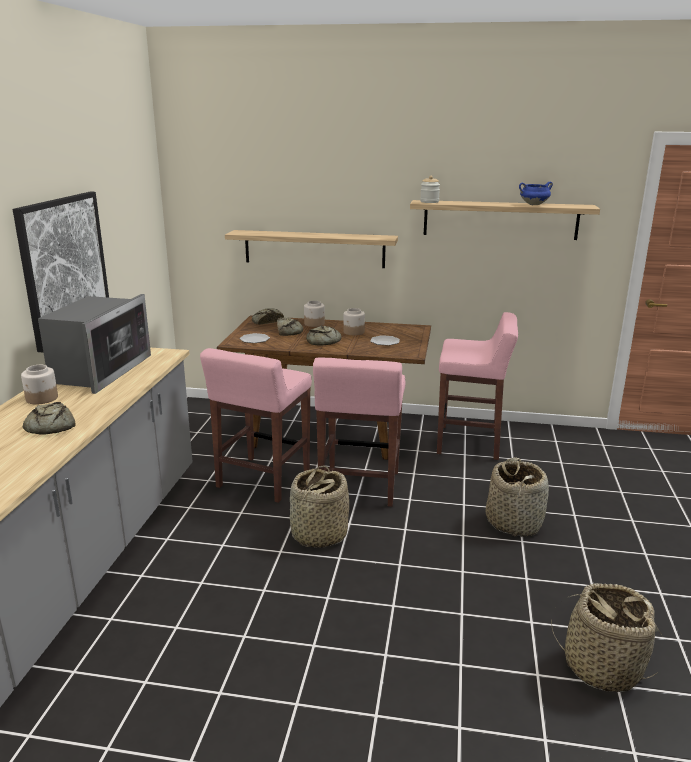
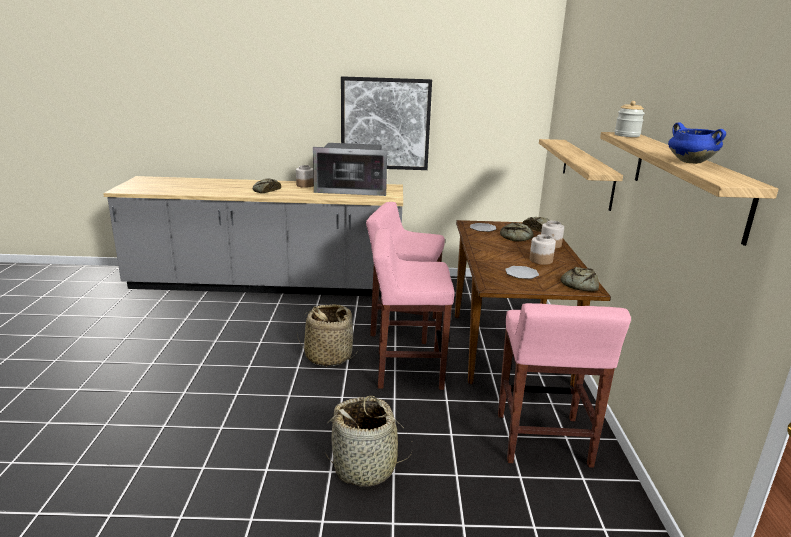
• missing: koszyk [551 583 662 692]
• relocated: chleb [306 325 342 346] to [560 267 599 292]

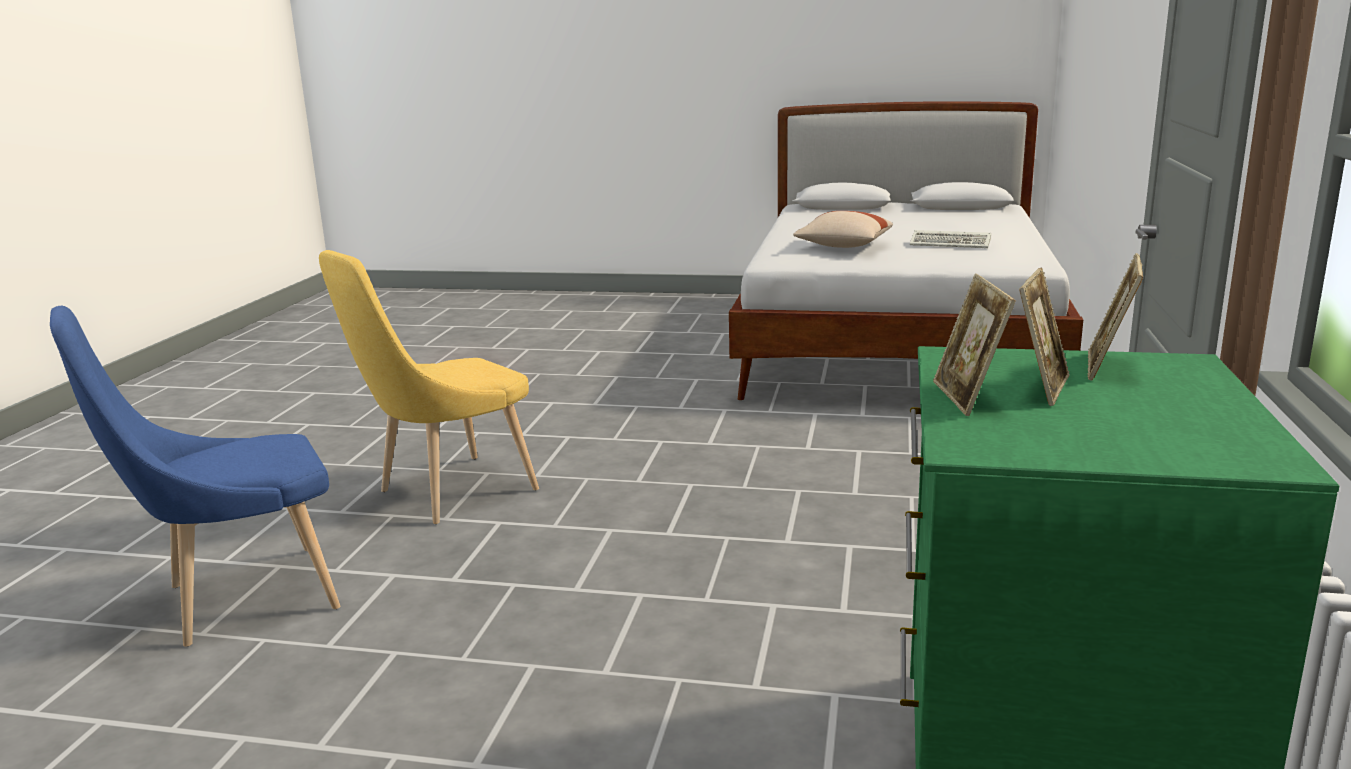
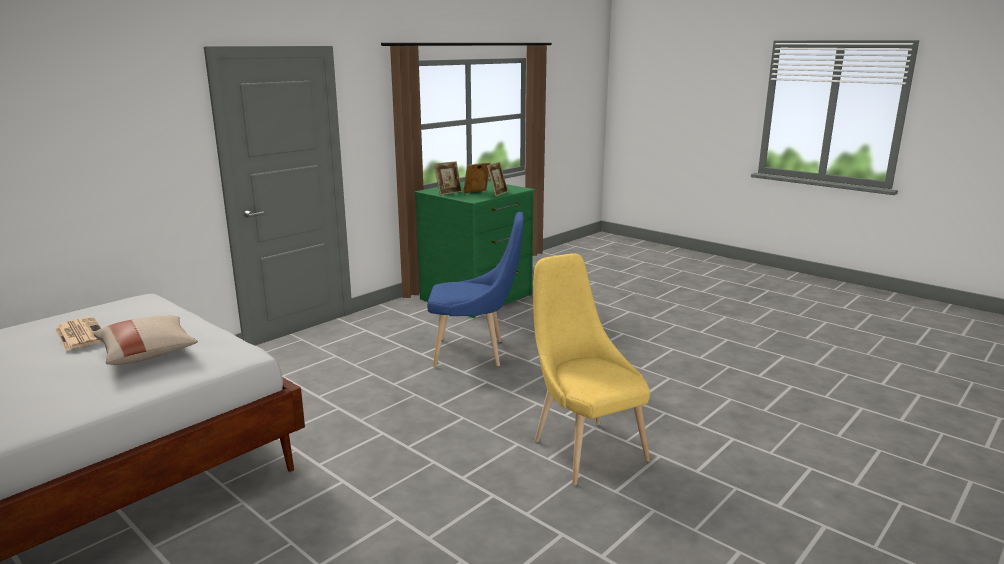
• relocated: krzesło (niebieski) [50 306 340 647] to [427 212 524 367]
• exchanged: klawiatura [910 230 991 248] to gazeta [55 317 102 350]
• spun: krzesło (żółty) [319 250 539 524] = [533 253 650 485] 105 degrees counterclockwise

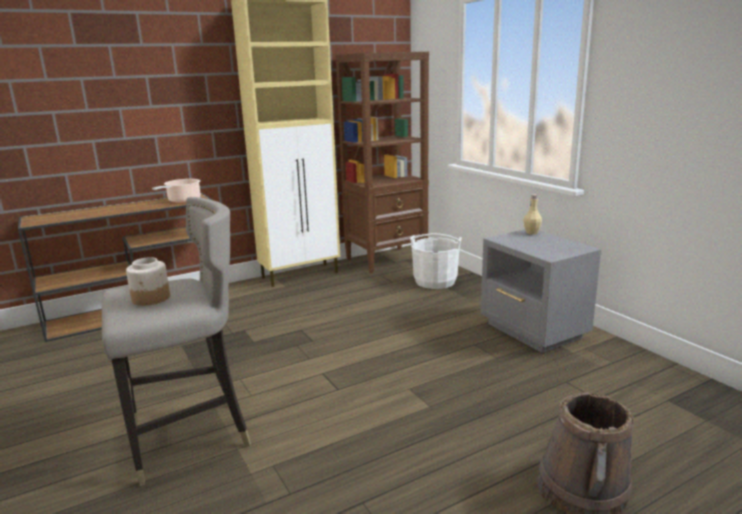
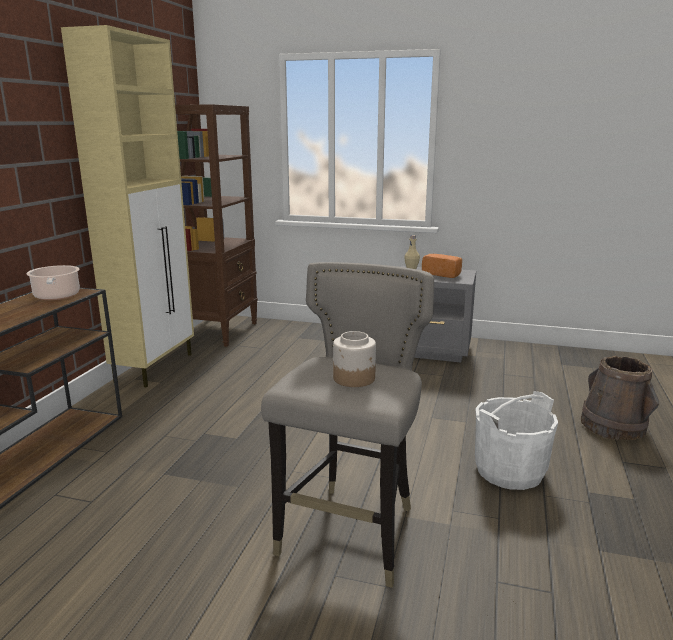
• appeared: chleb [422 254 462 278]
• relocated: wiadro (biały) [410 233 462 289] to [475 391 558 490]

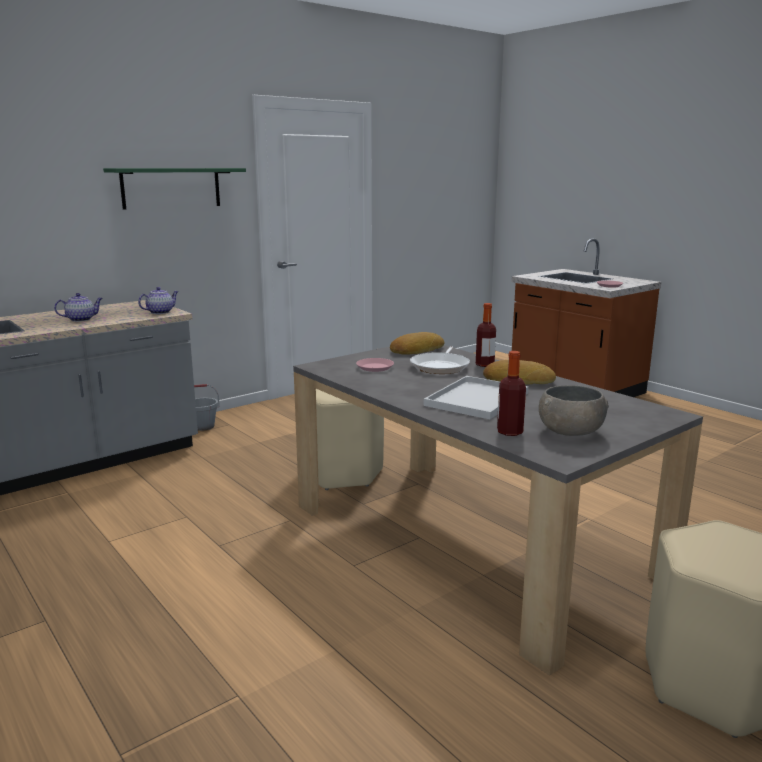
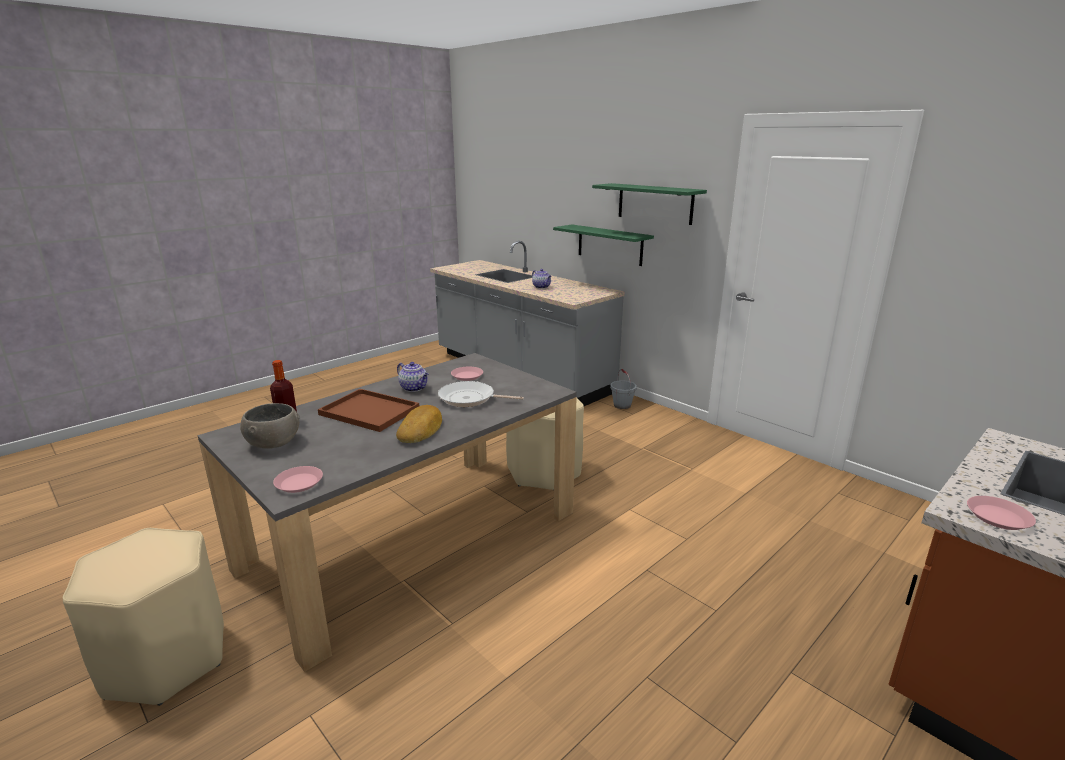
• missing: chleb [390 332 444 355]
• missing: butelka [476 303 496 367]
• appeared: talerz (różowy) [273 466 323 493]
• appeared: półka (zielony) [553 225 654 266]
• relocated: imbryk [138 287 179 314] to [397 362 429 392]
• colour: taca (biały) [424 376 529 419] to taca (brązowy) [318 389 419 432]

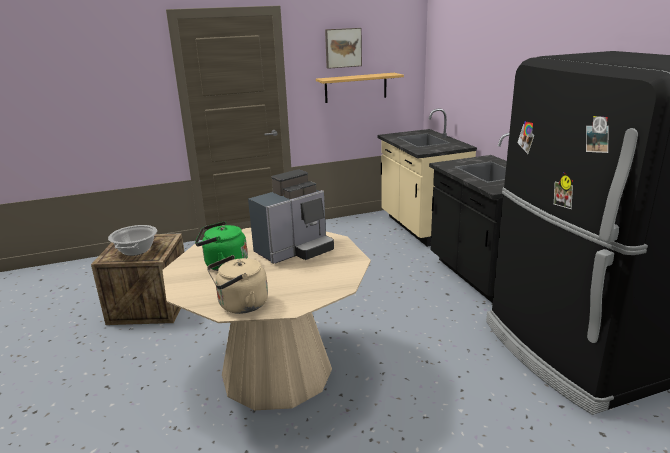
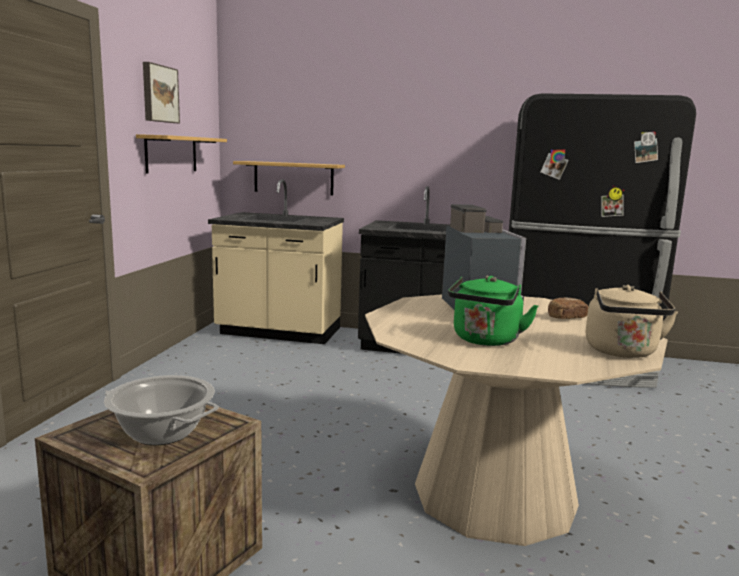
• appeared: półka [233 161 345 196]
• appeared: chleb [548 297 588 319]

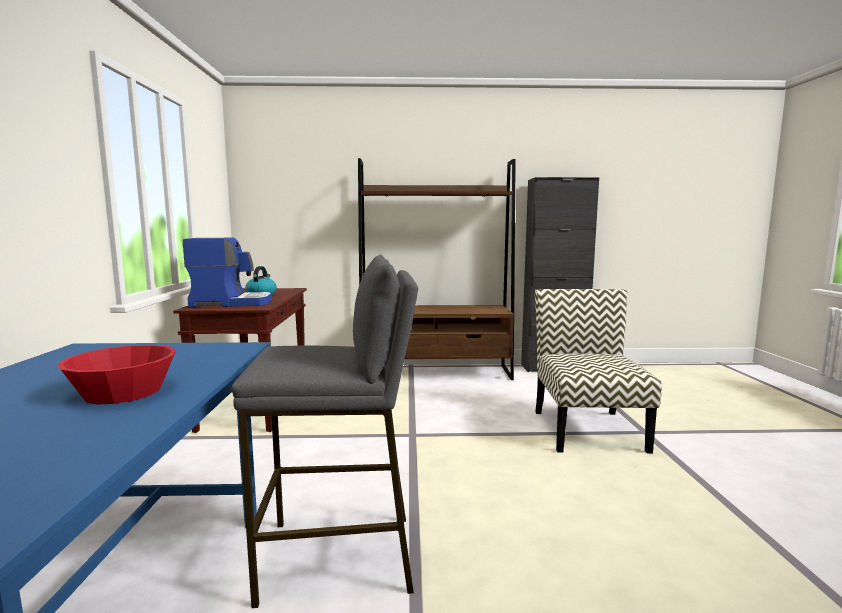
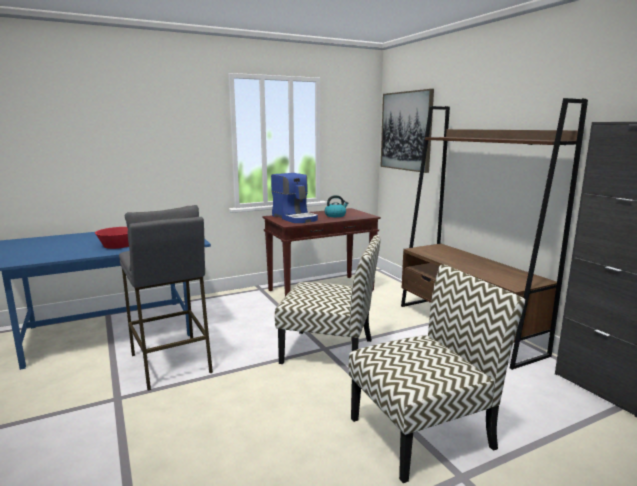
• appeared: krzesło [275 235 381 364]
• appeared: obraz [380 89 434 173]

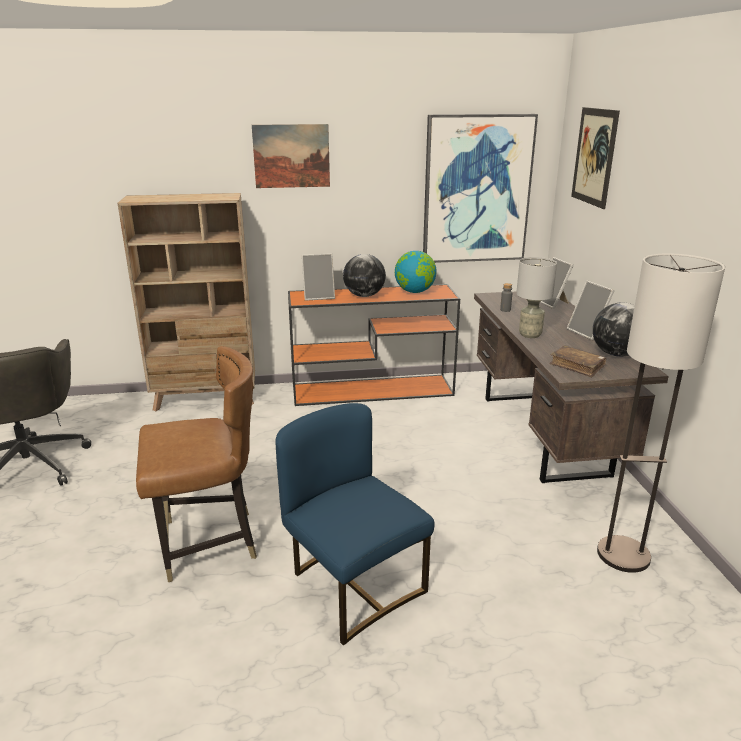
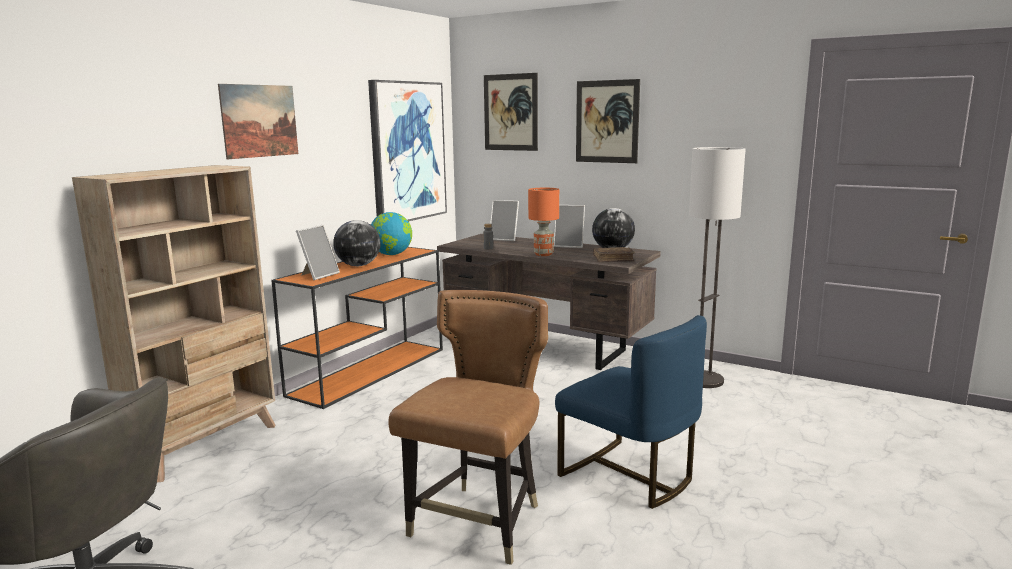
• appeared: obraz [576 79 640 163]
• colour: lampa stołowa (szary) [516 257 557 338] to lampa stołowa (pomarańczowy) [528 188 559 256]
• spun: krzesło (niebieski) [275 403 434 645] = [555 315 707 509] 135 degrees counterclockwise

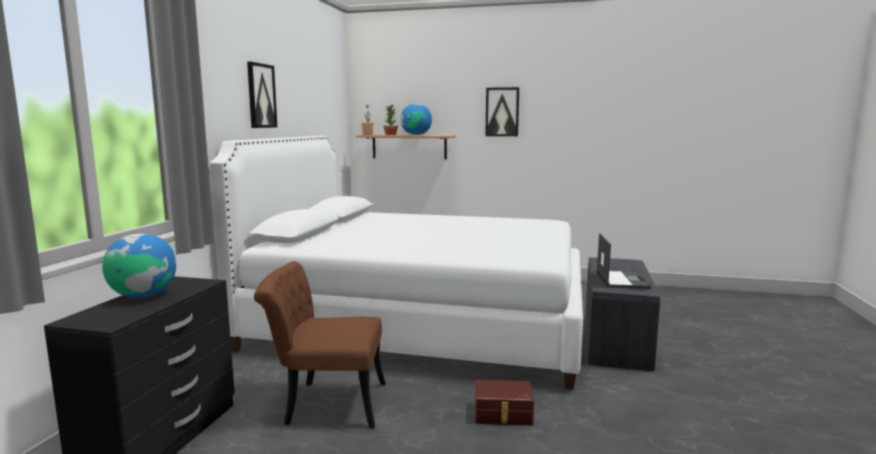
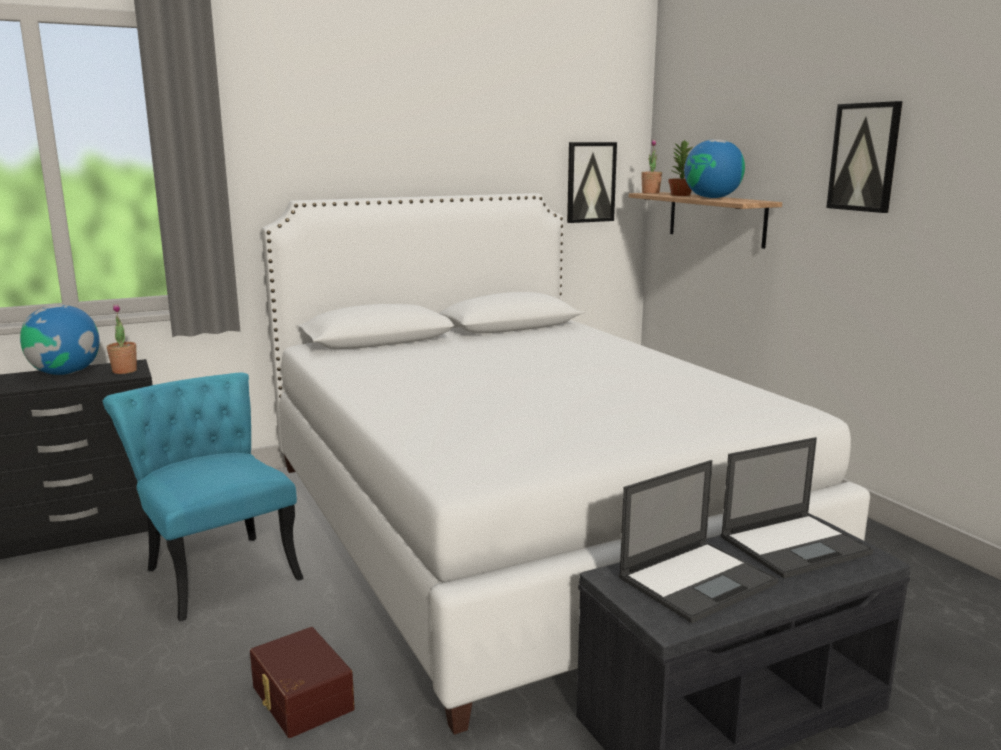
• appeared: roślina doniczkowa [107 304 137 374]
• appeared: laptop [721 437 874 578]
• relocated: obraz [247 62 277 128] to [567 142 617 223]
• colour: krzesło (brązowy) [254 261 386 429] to krzesło (turkusowy) [103 373 304 621]

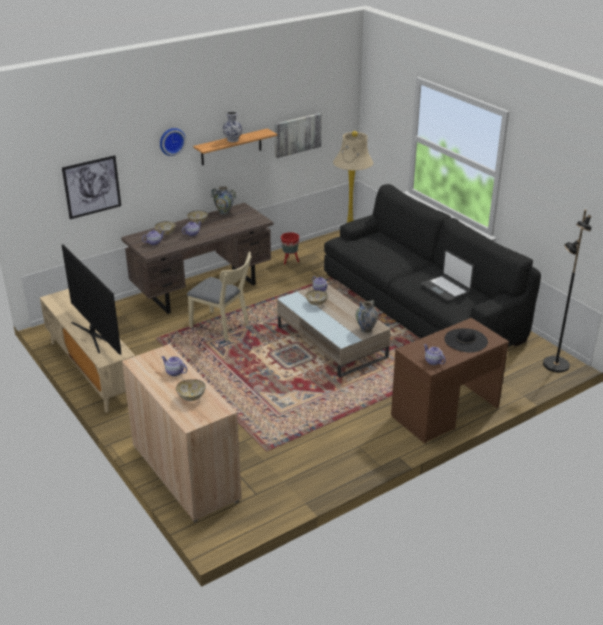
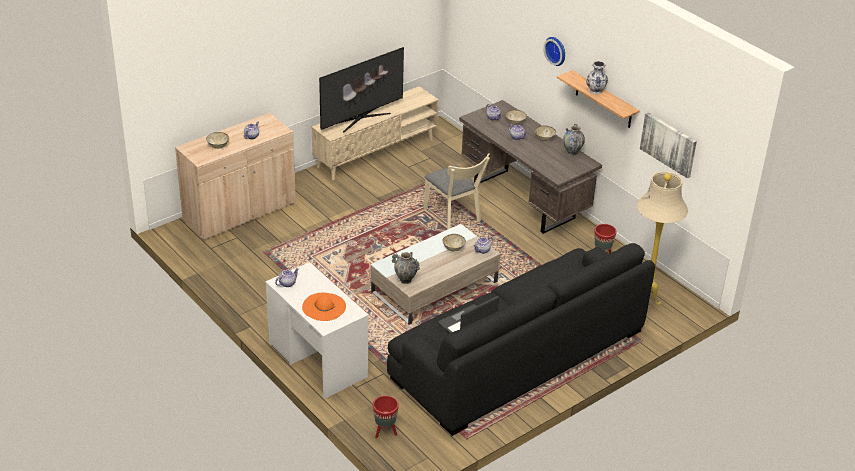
• missing: obraz [62 155 121 219]
• missing: lampa stojąca (czarny) [543 209 592 373]
• appeared: donica (czerwony) [373 395 399 438]
• colour: biurko (brązowy) [391 318 509 443] to biurko (biały) [265 262 369 399]
• colour: kapelusz (czarny) [444 328 488 353] to kapelusz (pomarańczowy) [302 293 346 321]
• spun: krzesło (beżowy) [187 252 252 341] = [424 153 490 230] 60 degrees counterclockwise

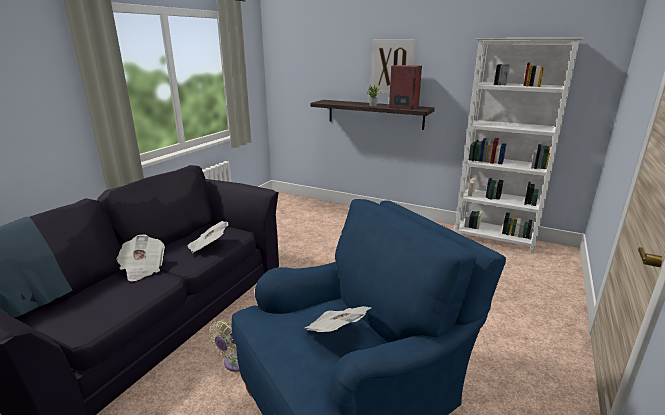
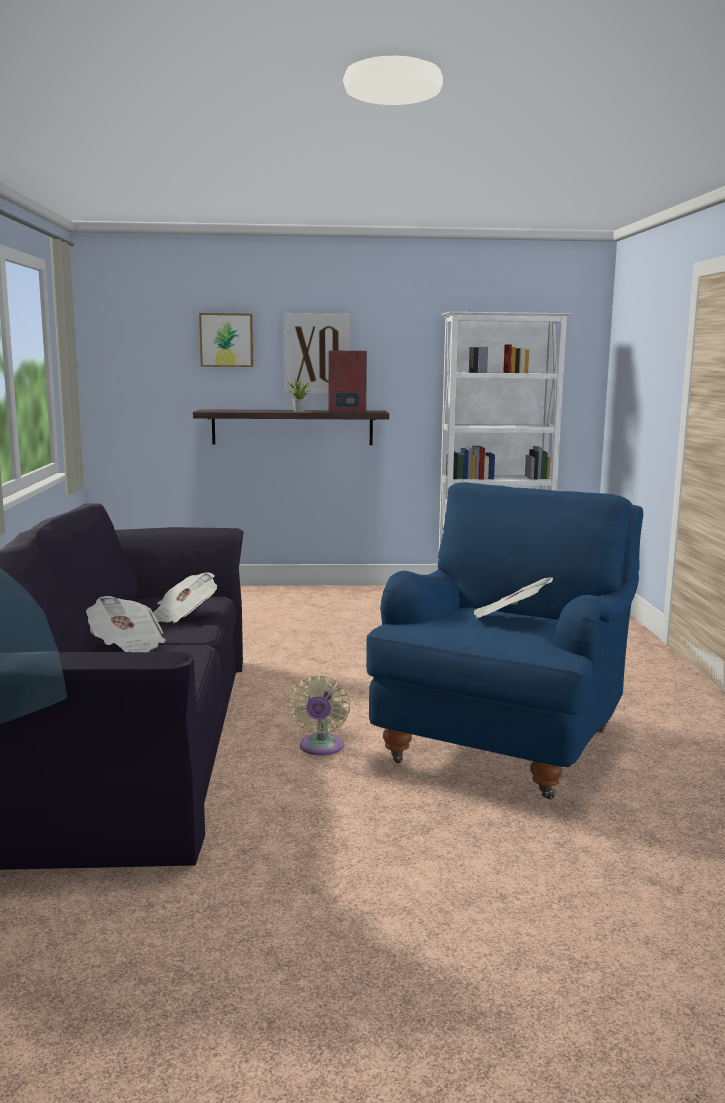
• appeared: obraz [199 313 253 367]

